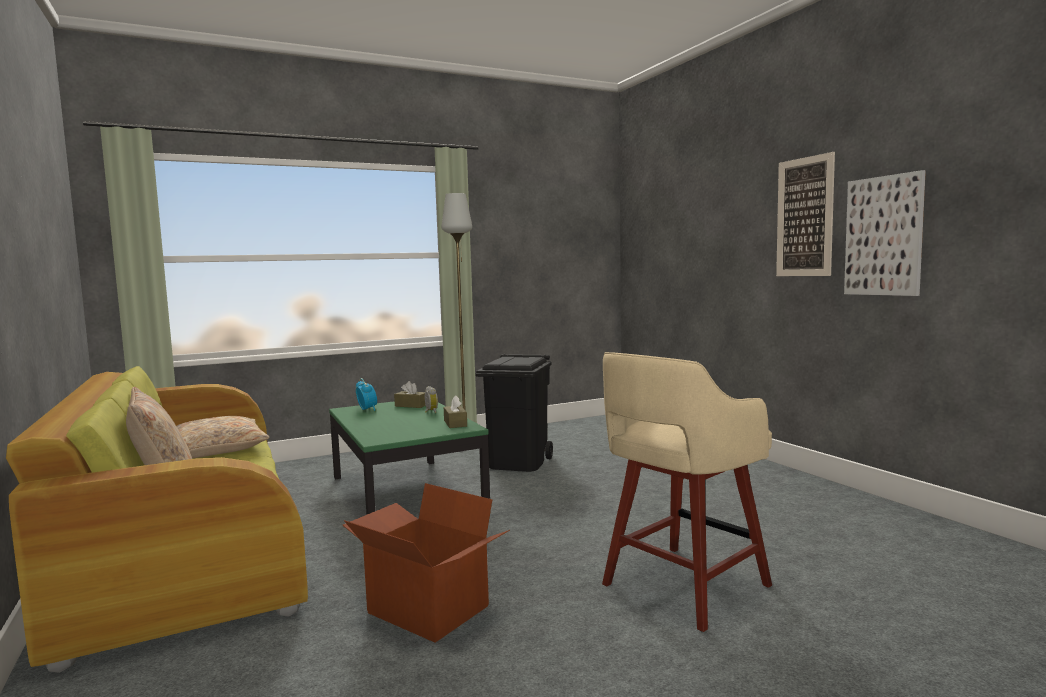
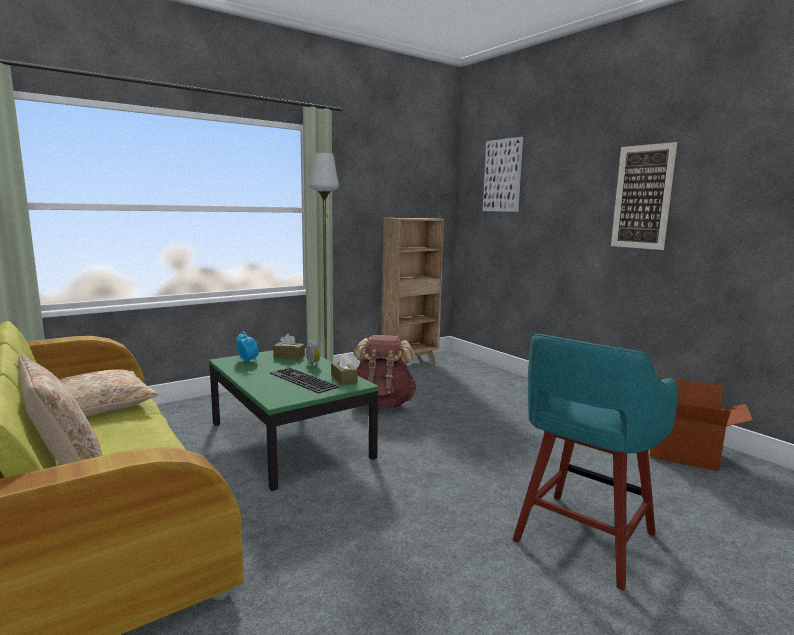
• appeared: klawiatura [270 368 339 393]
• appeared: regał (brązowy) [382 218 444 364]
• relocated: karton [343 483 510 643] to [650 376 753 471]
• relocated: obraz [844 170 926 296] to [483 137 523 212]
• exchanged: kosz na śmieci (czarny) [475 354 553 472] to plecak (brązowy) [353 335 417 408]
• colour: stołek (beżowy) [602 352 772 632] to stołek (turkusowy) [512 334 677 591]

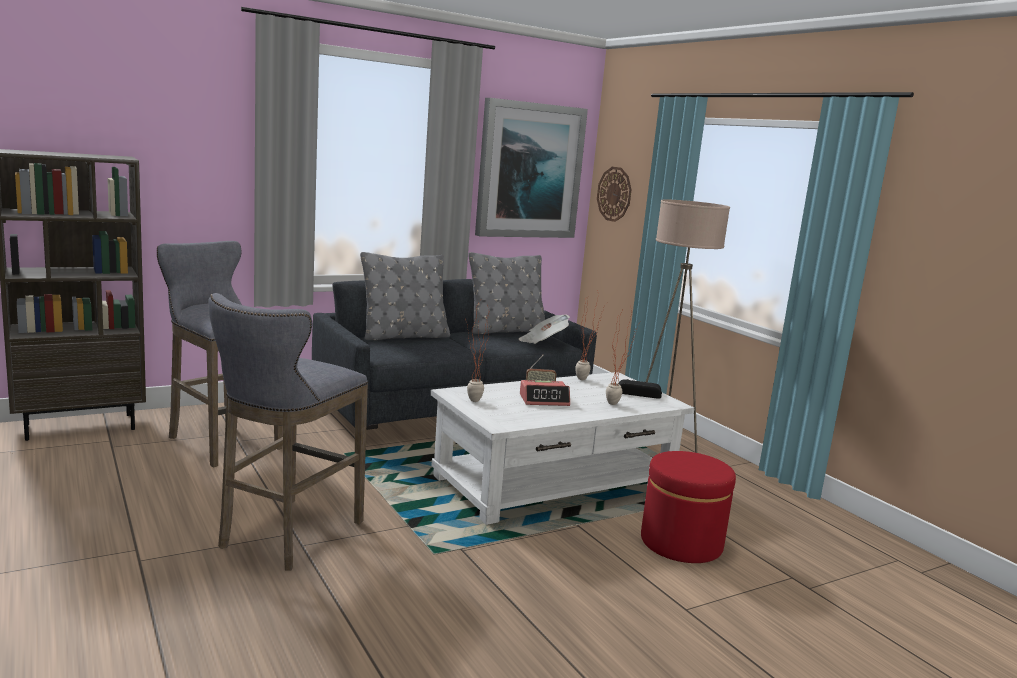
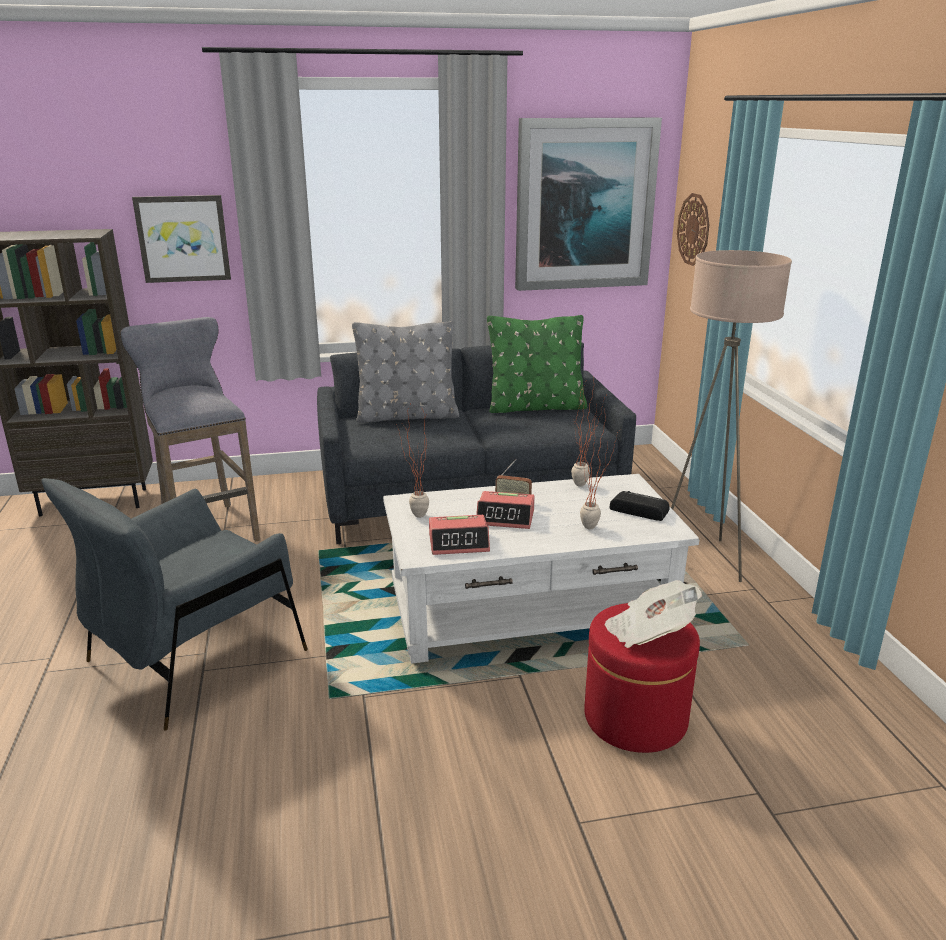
• appeared: obraz [132 195 231 283]
• appeared: budzik [429 515 490 555]
• relocated: gazeta [519 315 570 344] to [605 580 702 648]
• exchanged: stołek (szary) [208 293 368 571] to fotel (szary) [41 478 308 731]
• colour: poduszka (szary) [468 252 545 334] to poduszka (zielony) [487 315 587 413]

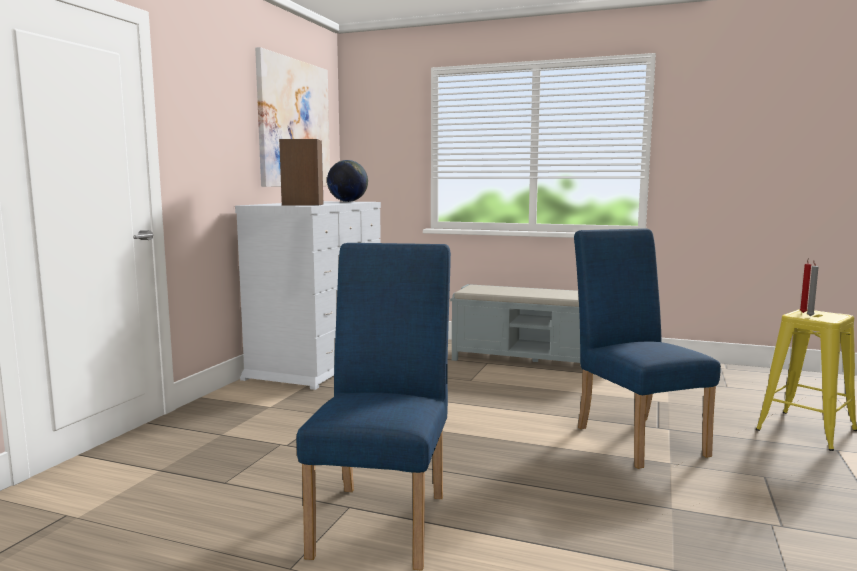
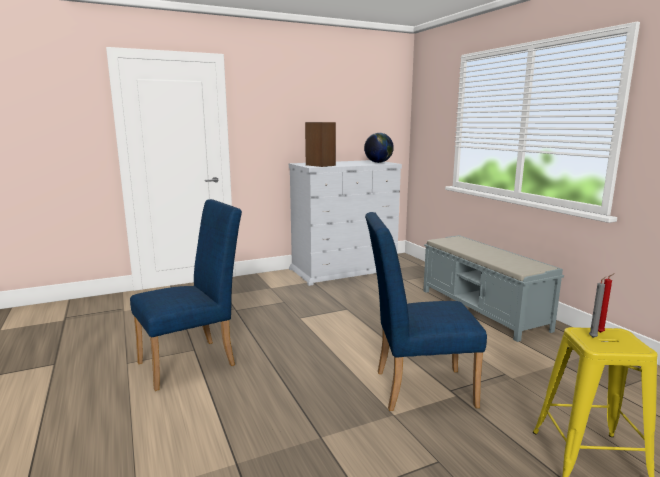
• missing: obraz [255 47 330 187]
• spun: krzesło (niebieski) [574 228 721 469] = [365 212 487 411] 120 degrees counterclockwise

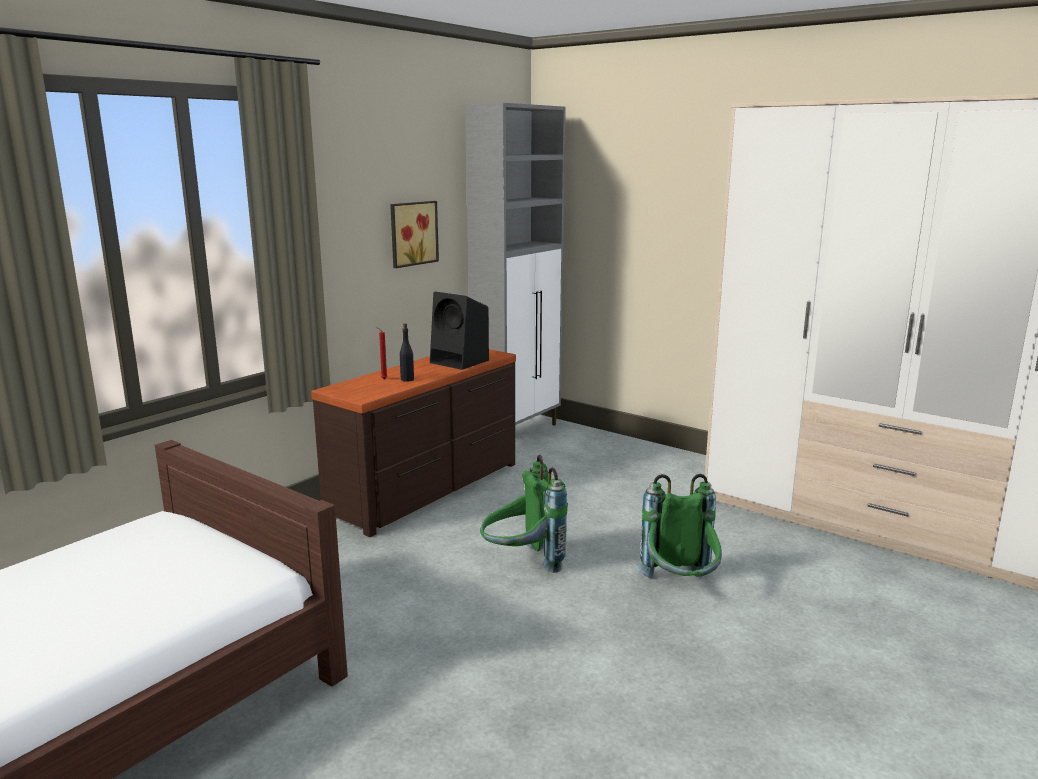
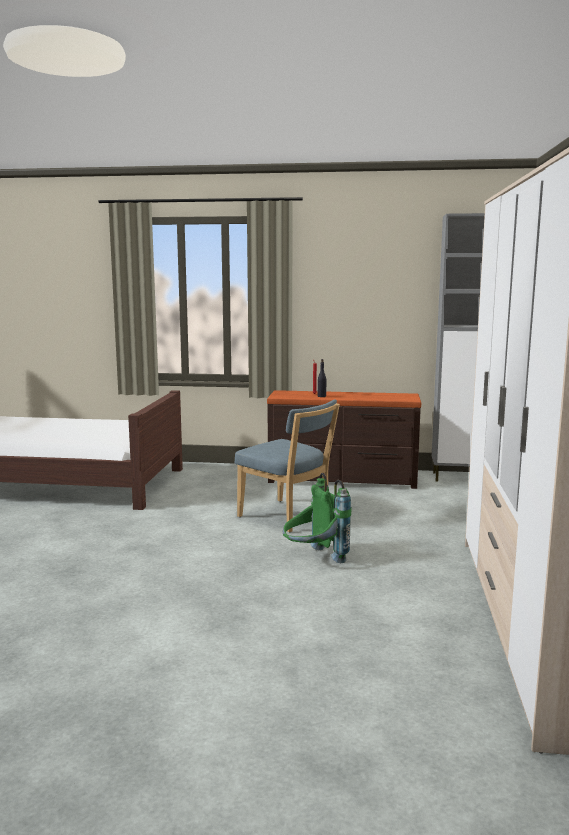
• missing: obraz [390 201 439 268]
• missing: głośnik (czarny) [430 291 489 370]
• exchanged: plecak (zielony) [480 455 568 573] to krzesło (niebieski) [235 400 340 532]

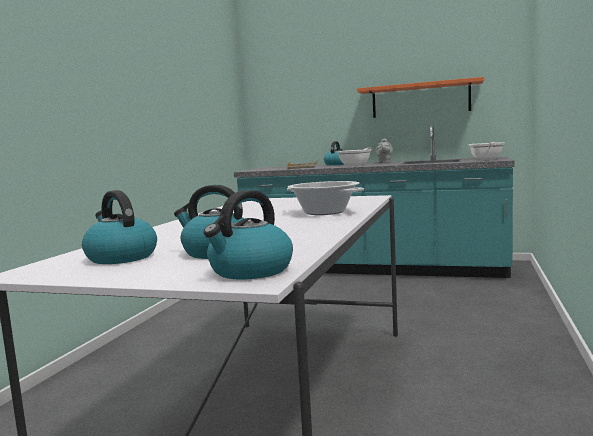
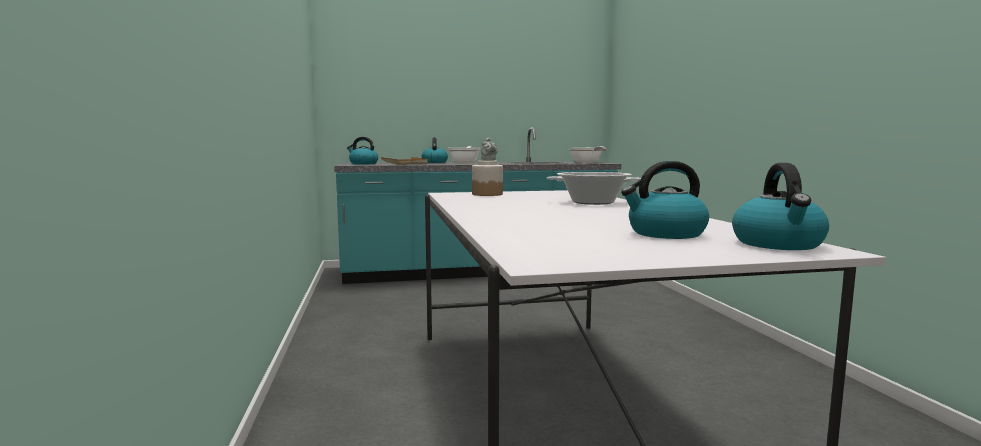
• missing: półka (pomarańczowy) [357 77 484 118]
• appeared: słoik [472 160 503 196]
• relocated: czajnik [82 190 157 264] to [347 137 378 164]

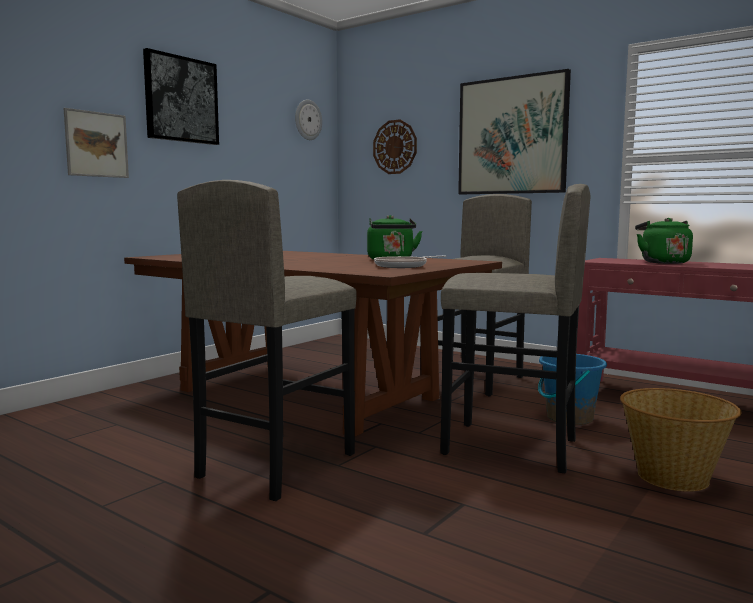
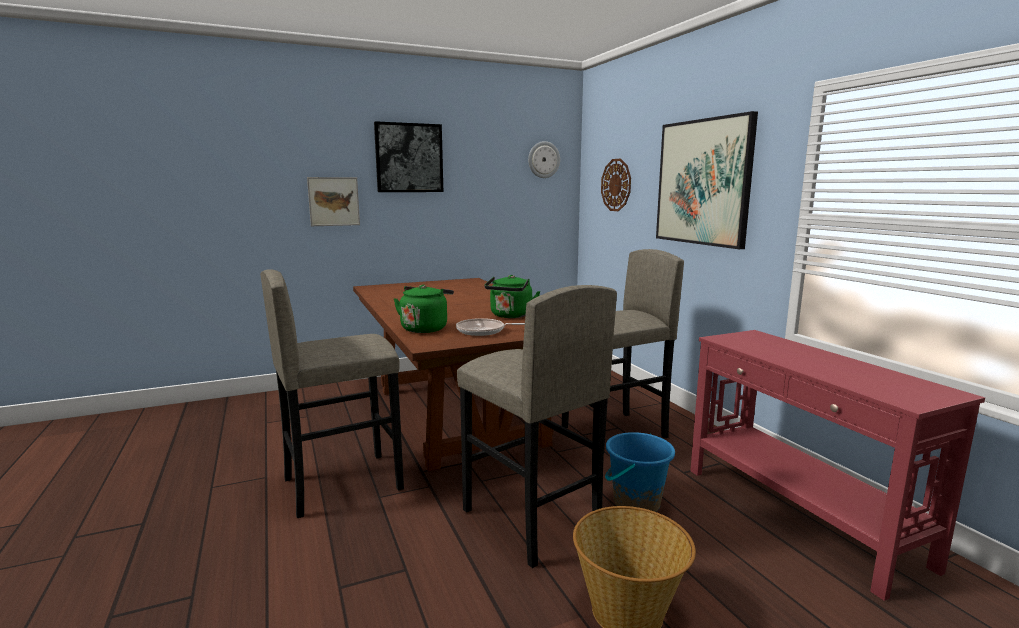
• relocated: czajnik (zielony) [635 218 693 264] to [394 285 454 333]

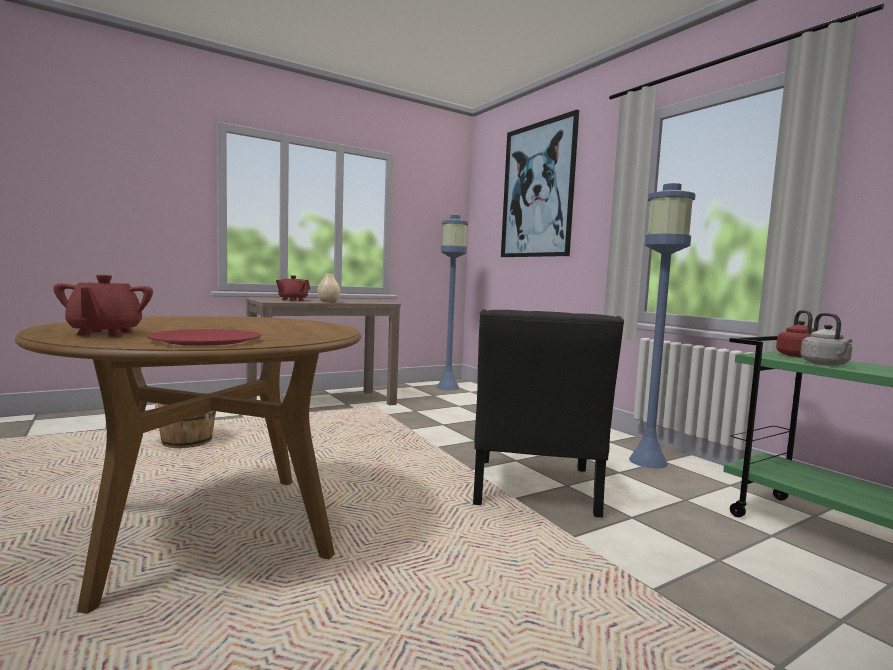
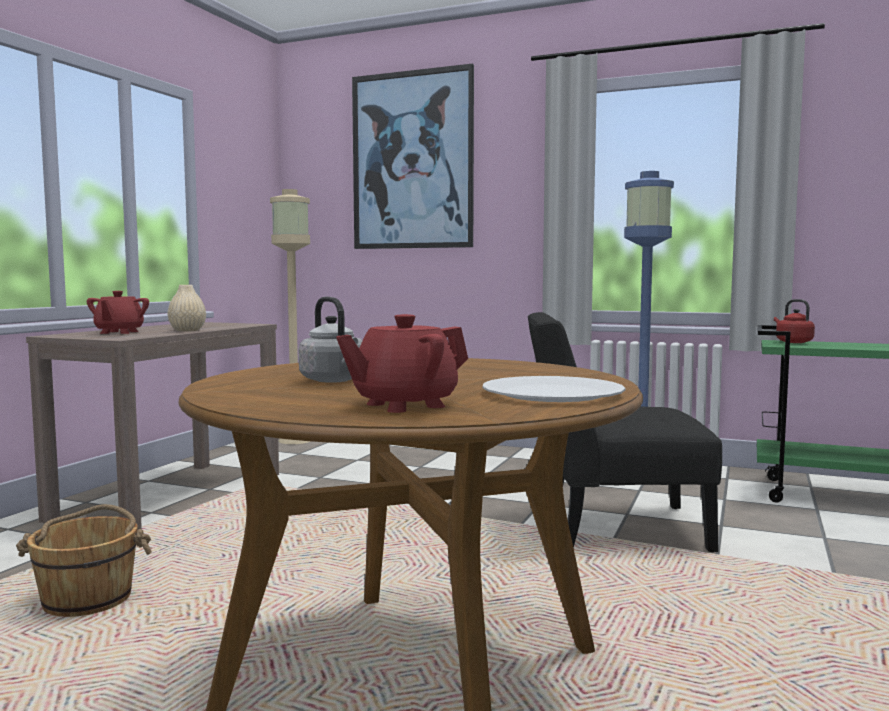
• relocated: czajnik (szary) [800 313 853 366] to [299 297 362 383]
• colour: talerz (czerwony) [147 329 261 346] to talerz (biały) [483 376 625 402]
• colour: lampa stojąca (niebieski) [437 215 468 390] to lampa stojąca (beżowy) [270 189 310 444]
• spun: imbryk (czerwony) [53 275 153 336] = [336 314 468 413] 105 degrees clockwise
• spun: krzesło (czarny) [473 309 624 518] = [528 312 722 552] 120 degrees clockwise

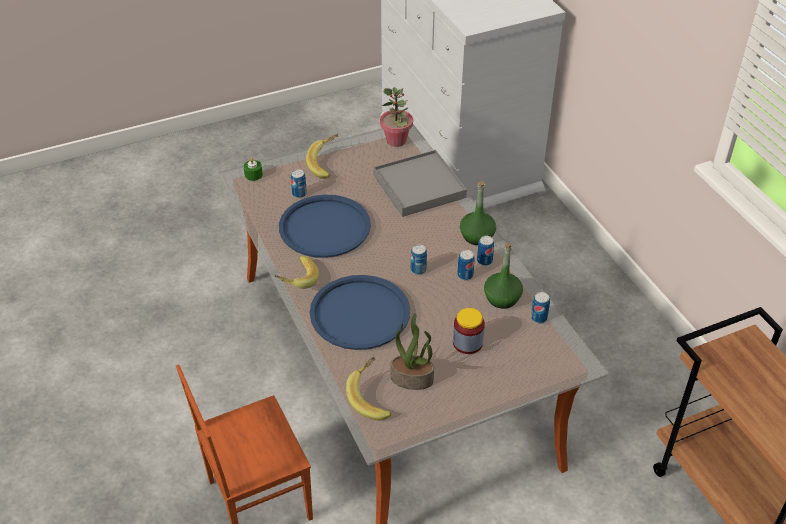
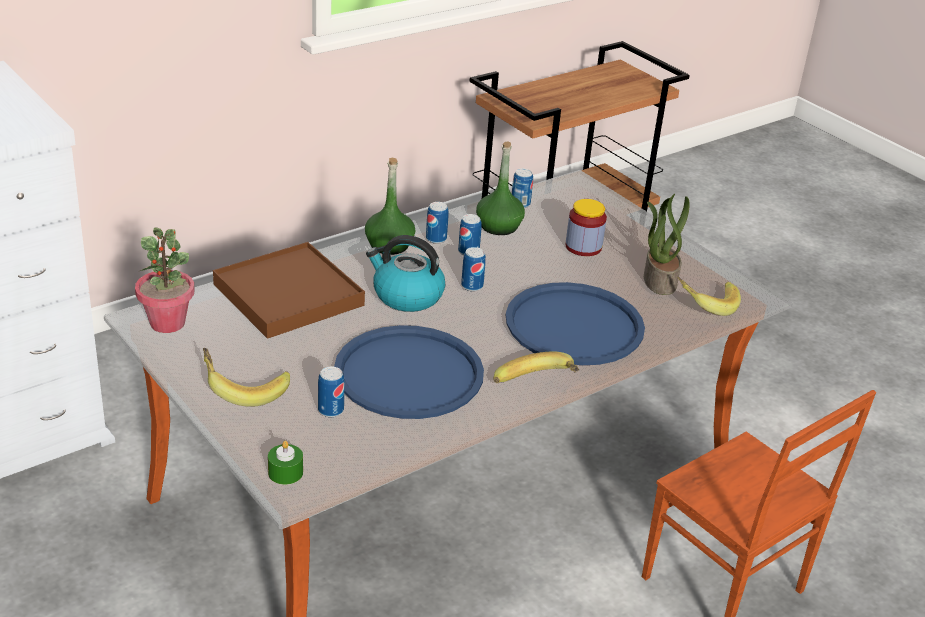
• appeared: czajnik [366 235 445 312]
• colour: taca (szary) [373 150 467 217] to taca (brązowy) [213 242 365 339]

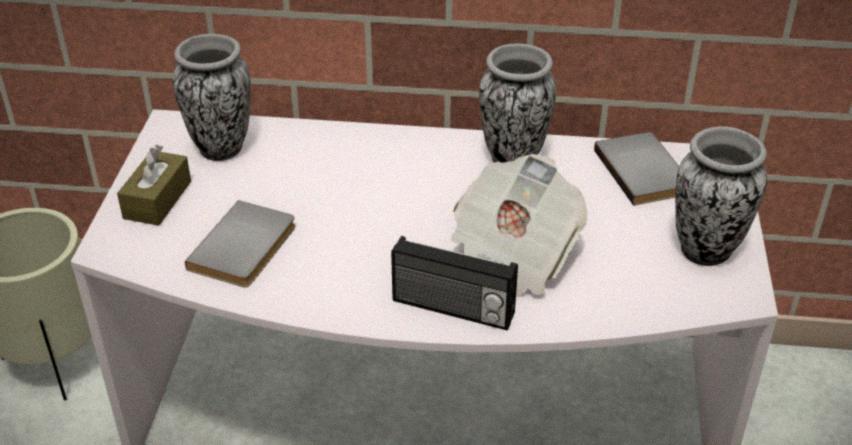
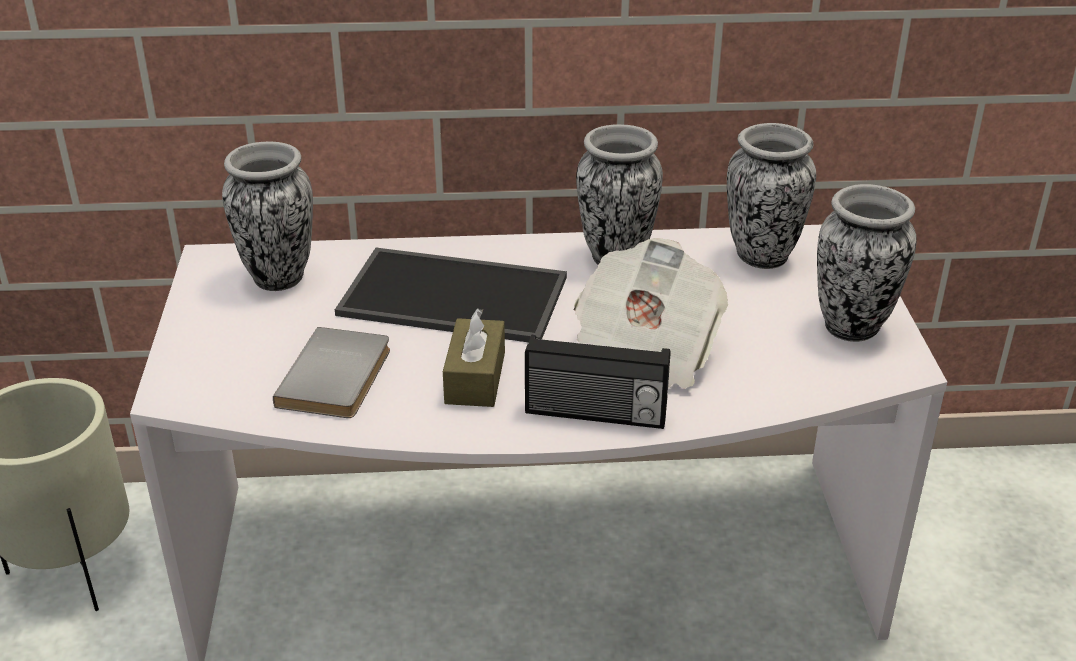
• appeared: taca [335 248 567 342]
• relocated: pudełko chusteczek (brązowy) [117 145 191 226] to [443 308 505 407]
• exchanged: książka (szary) [594 132 679 206] to wazon [727 123 816 269]

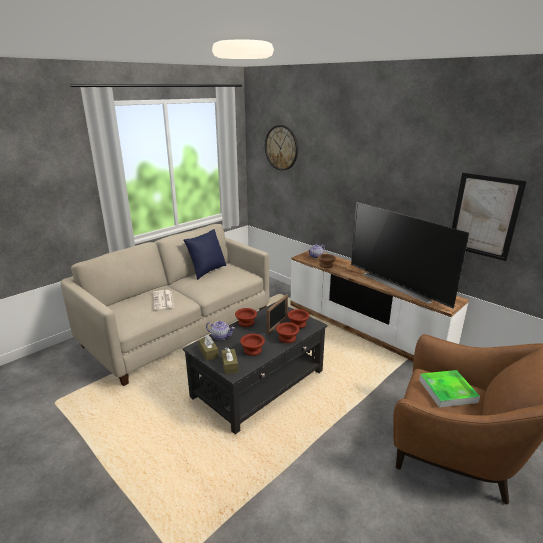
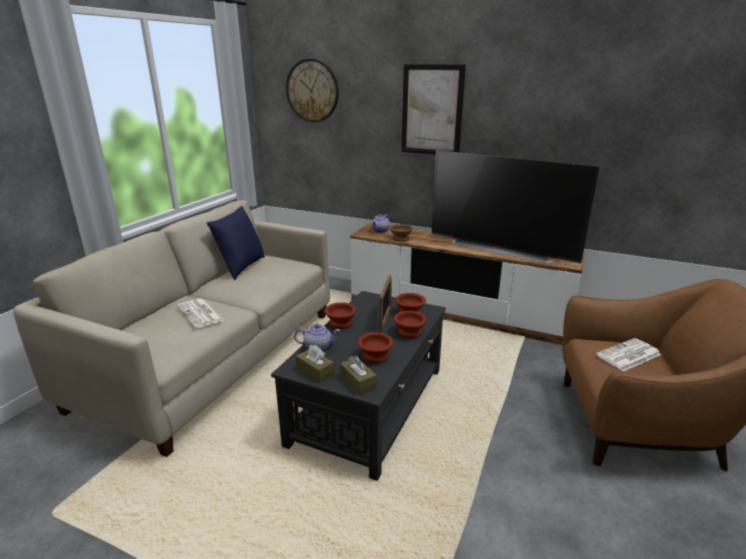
• relocated: obraz [452 172 527 261] to [402 64 466 154]
• exchanged: taca [419 370 480 408] to gazeta [596 338 661 371]

